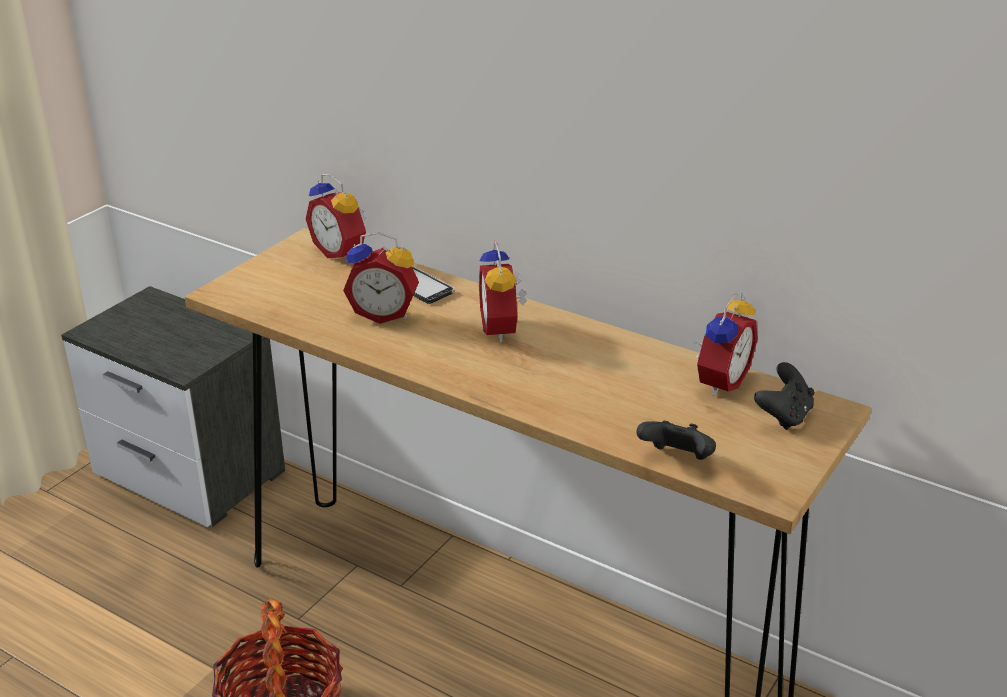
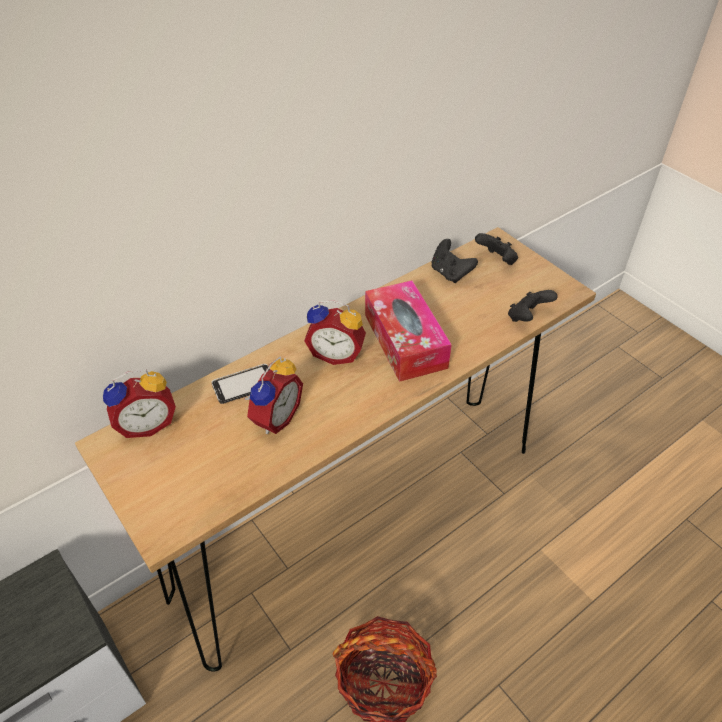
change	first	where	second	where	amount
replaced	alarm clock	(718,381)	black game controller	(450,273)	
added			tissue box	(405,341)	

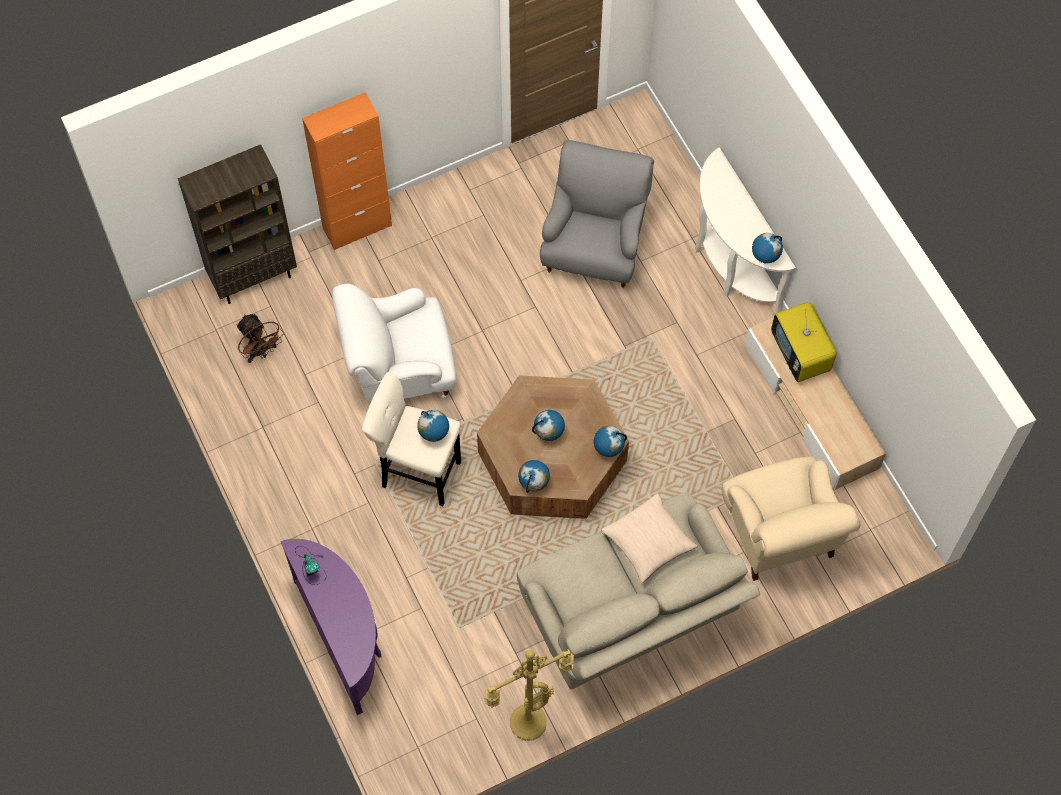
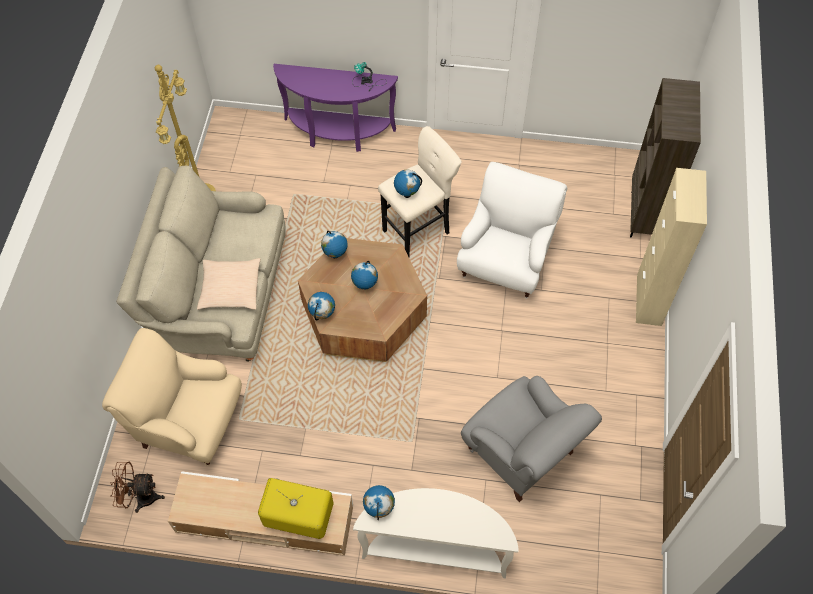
change	first	where	second	where	amount
moved	brown fan	(261,352)		(141,497)	
recoloured	orange cabinet	(357,227)	beige cabinet	(649,300)	

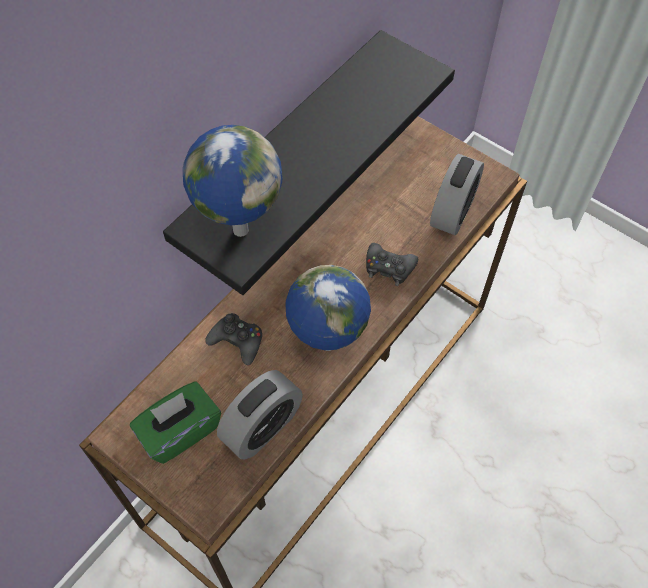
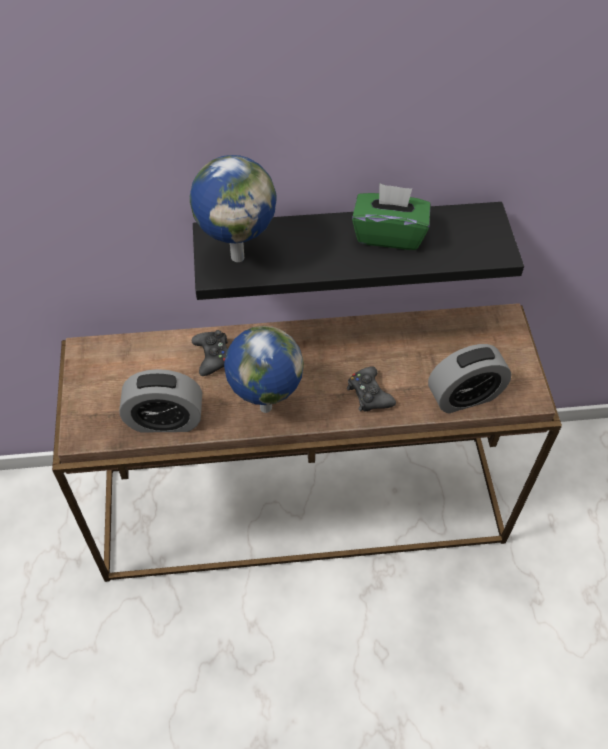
change	first	where	second	where	amount
moved	green tissue box	(180,431)		(389,234)	

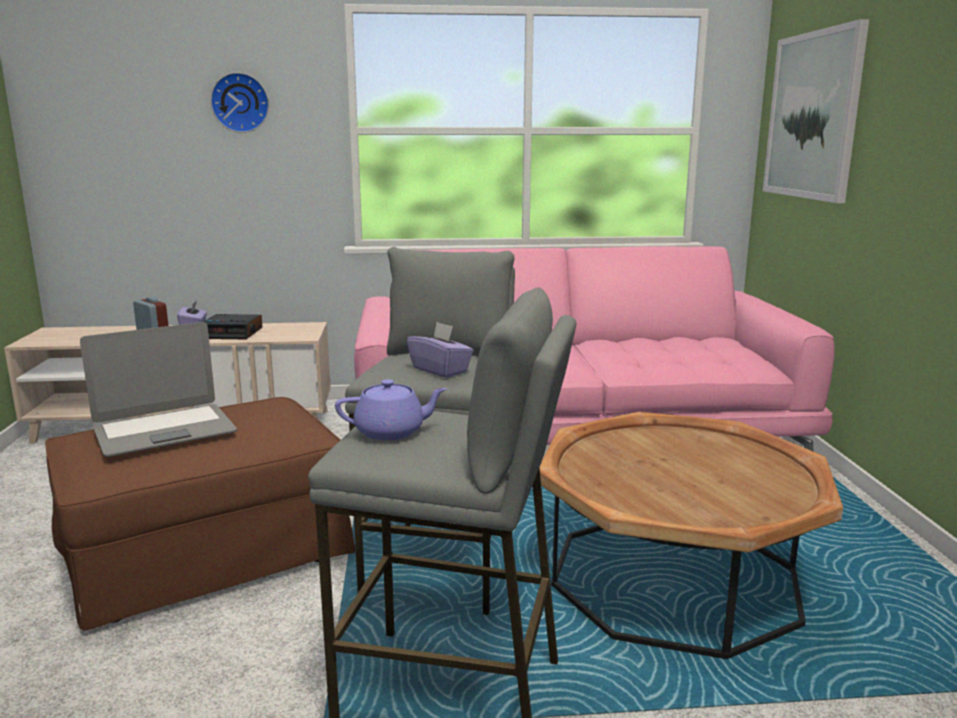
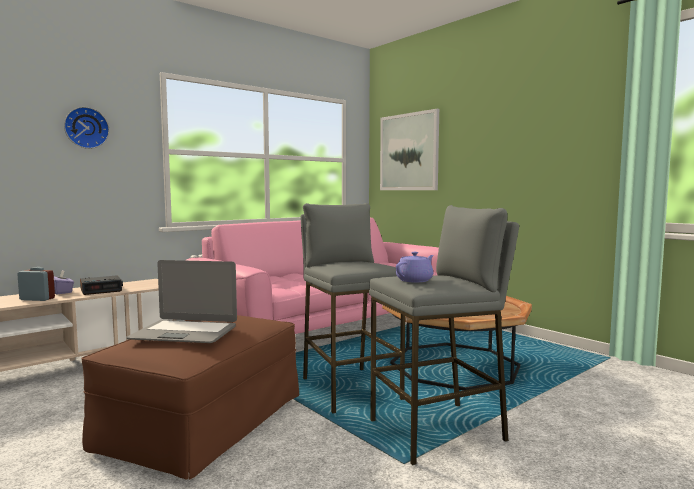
change	first	where	second	where	amount
turned	laptop	(164,431)		(185,333)	75 degrees clockwise
removed	purple tissue box	(440,370)			

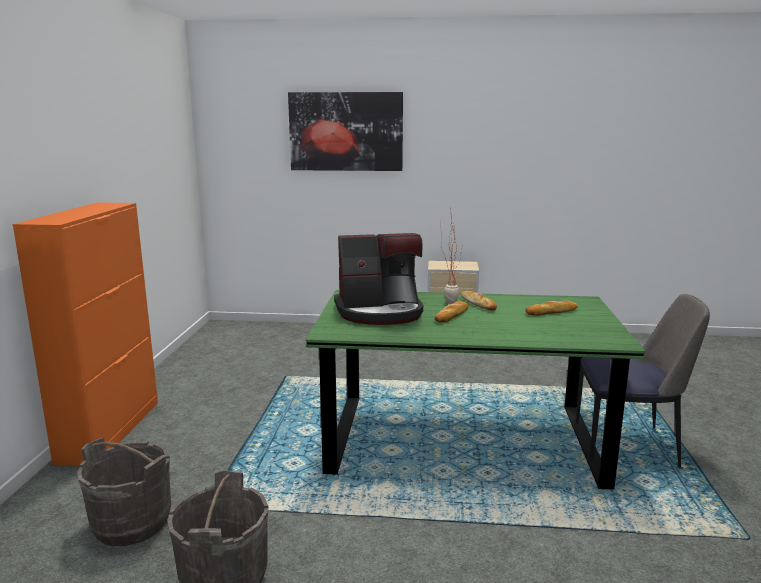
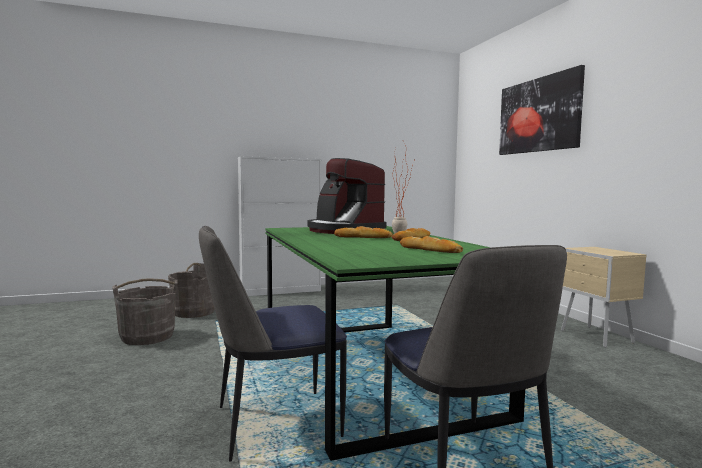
change	first	where	second	where	amount
recoloured	orange cabinet	(111,430)	white cabinet	(281,291)	
added			chair	(273,423)	

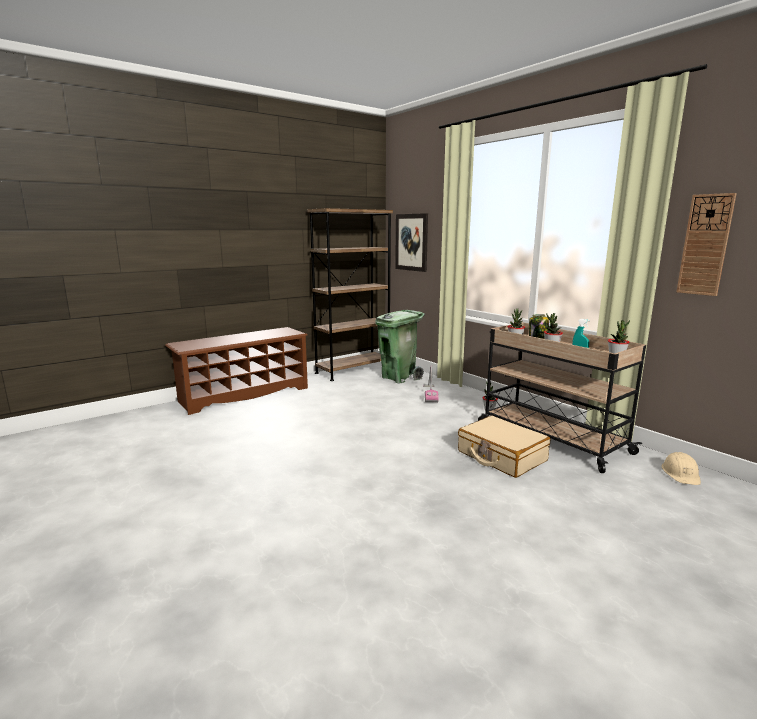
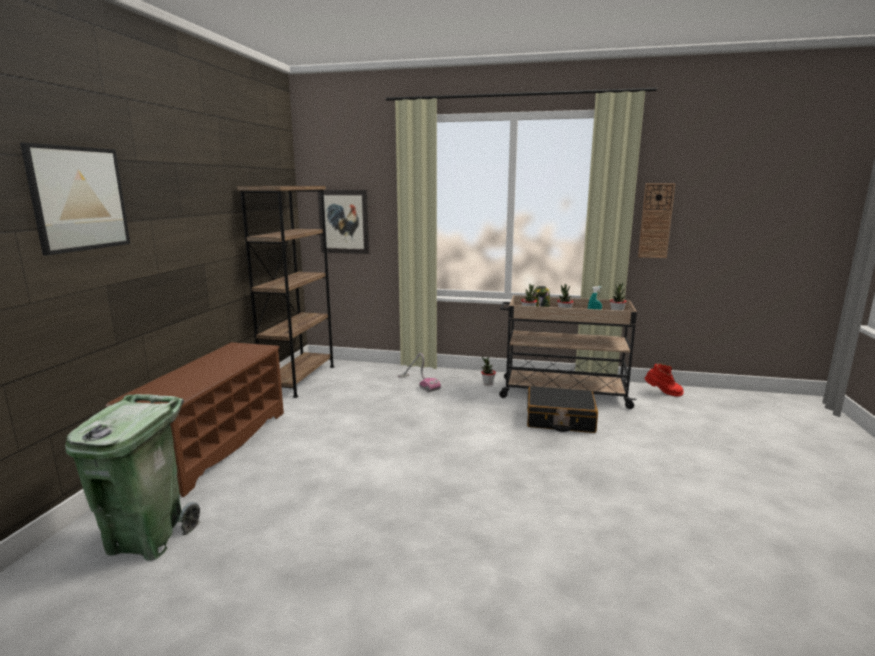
change	first	where	second	where	amount
moved	green trash can	(399,377)		(148,539)	
recoloured	beige suitcase	(501,456)	black suitcase	(560,420)	
replaced	beige hard hat	(681,474)	red boot	(663,393)	
added			picture	(79,199)	

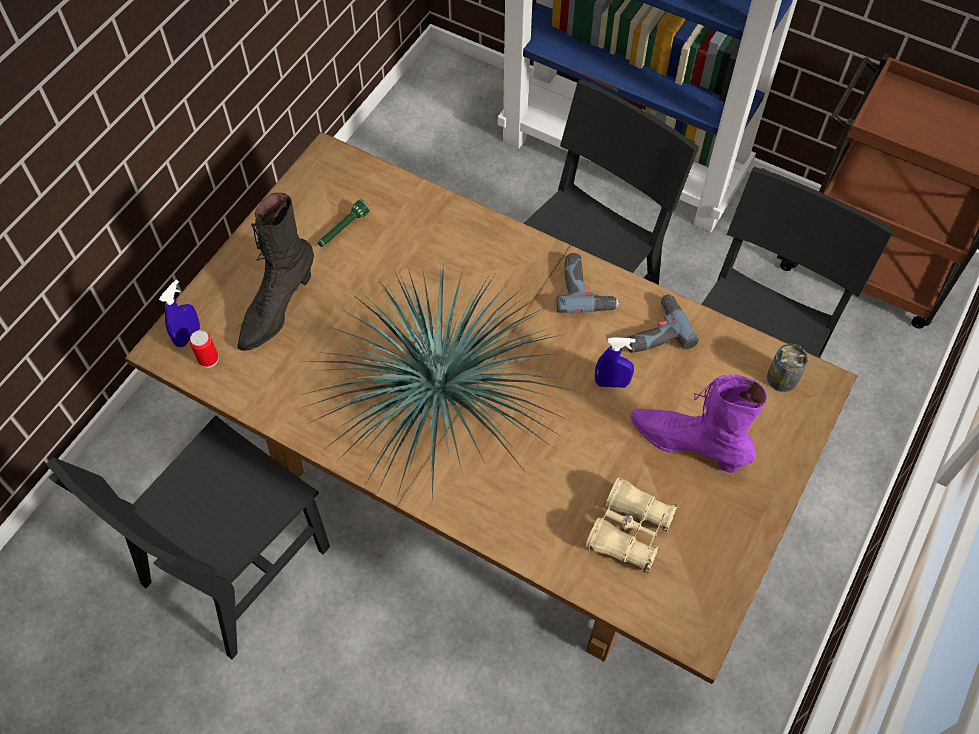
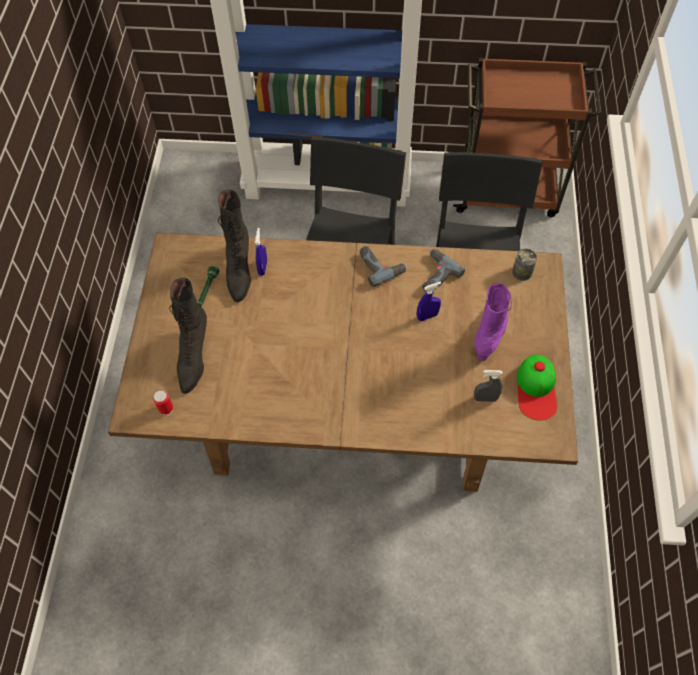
change	first	where	second	where	amount
removed	black chair	(236,565)			
moved	blue spray bottle	(188,336)		(262,268)	
removed	potted plant	(441,394)			
replaced	beige binoculars	(629,531)	grey spray bottle	(485,398)	
turned	purple boot	(688,444)		(490,333)	105 degrees clockwise
added			black boot	(239,271)	
added			cap	(536,389)	

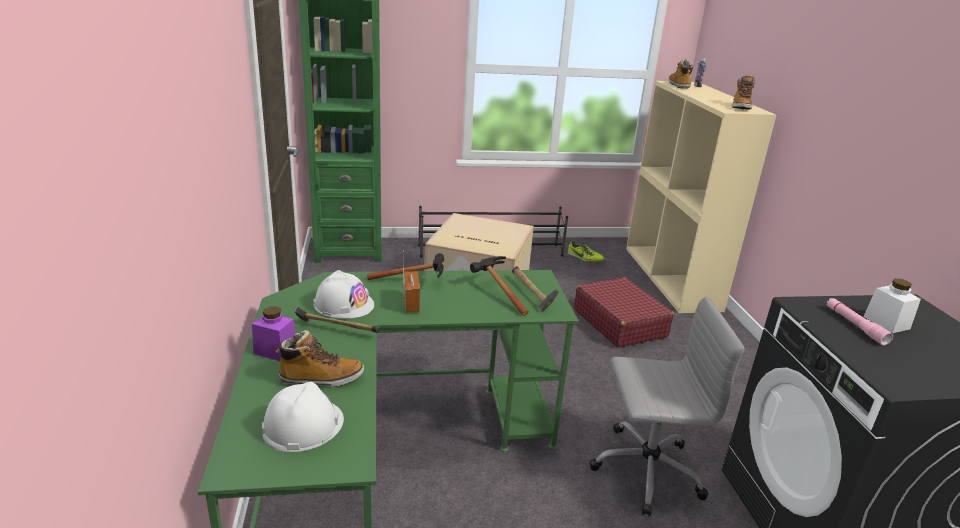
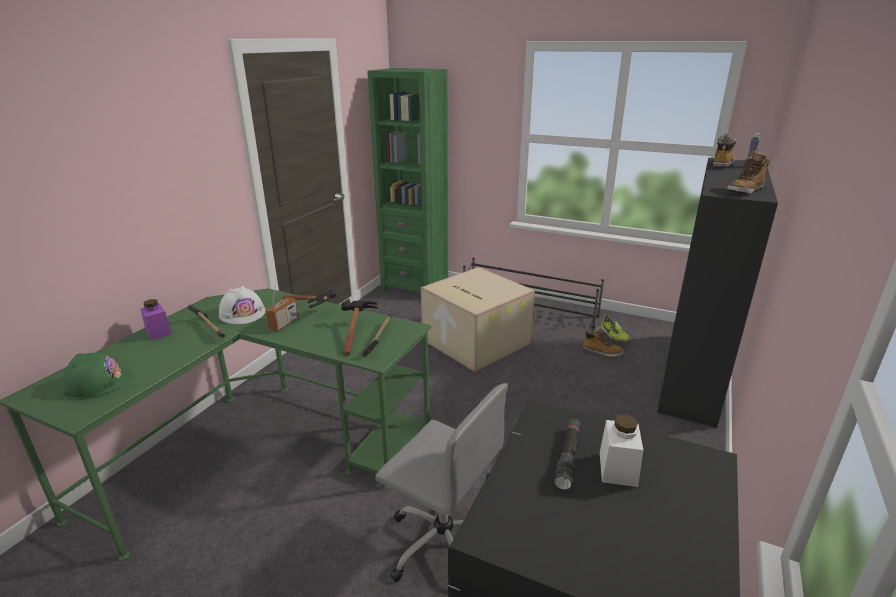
change	first	where	second	where	amount
recoloured	white hard hat	(303,424)	green hard hat	(97,383)	
moved	boot	(321,379)		(601,352)	
removed	red suitcase	(619,323)			
recoloured	beige bookcase	(672,278)	black bookcase	(692,376)	
recoloured	pink flashlight	(855,325)	black flashlight	(567,457)	

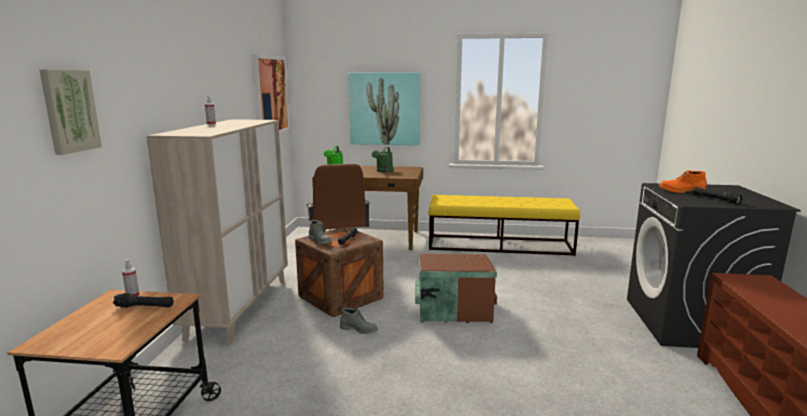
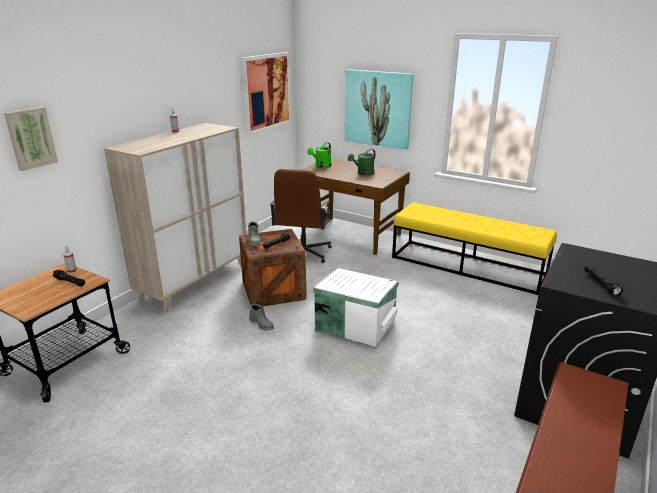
change	first	where	second	where	amount
recoloured	brown storage box	(453,308)	white storage box	(355,324)	
removed	orange boot	(681,191)			

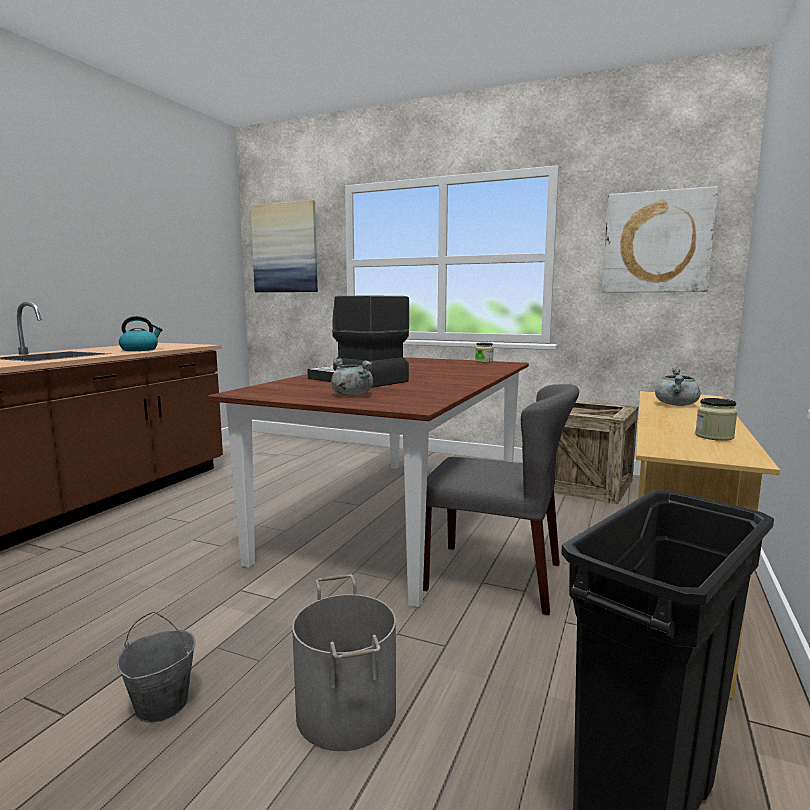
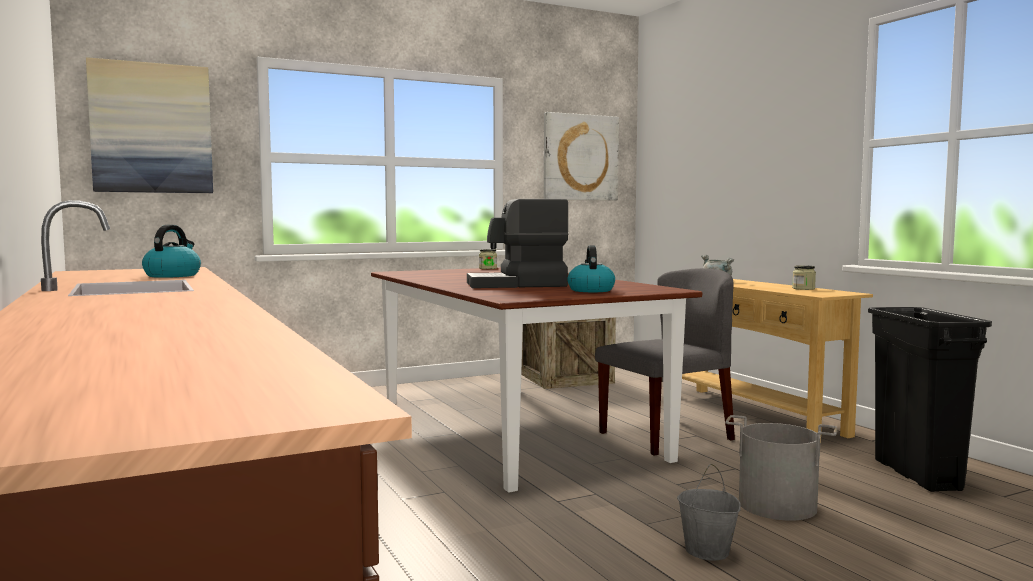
change	first	where	second	where	amount
replaced	grey cooking pot	(351,394)	kettle	(590,290)	

